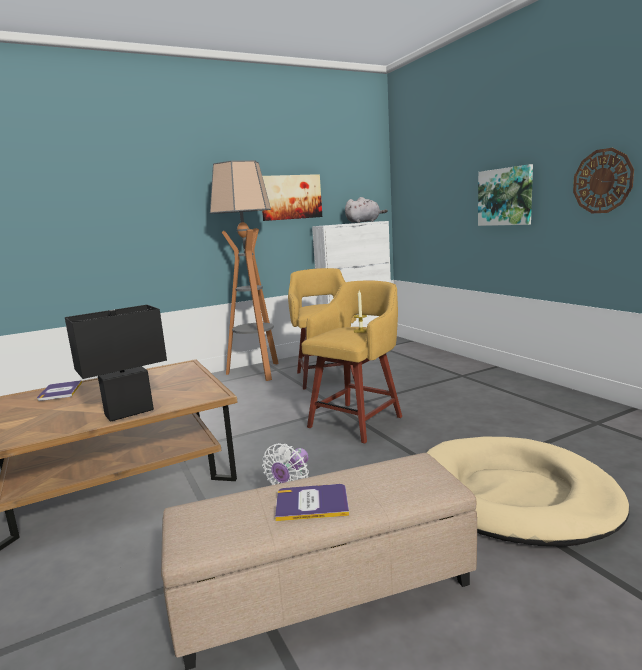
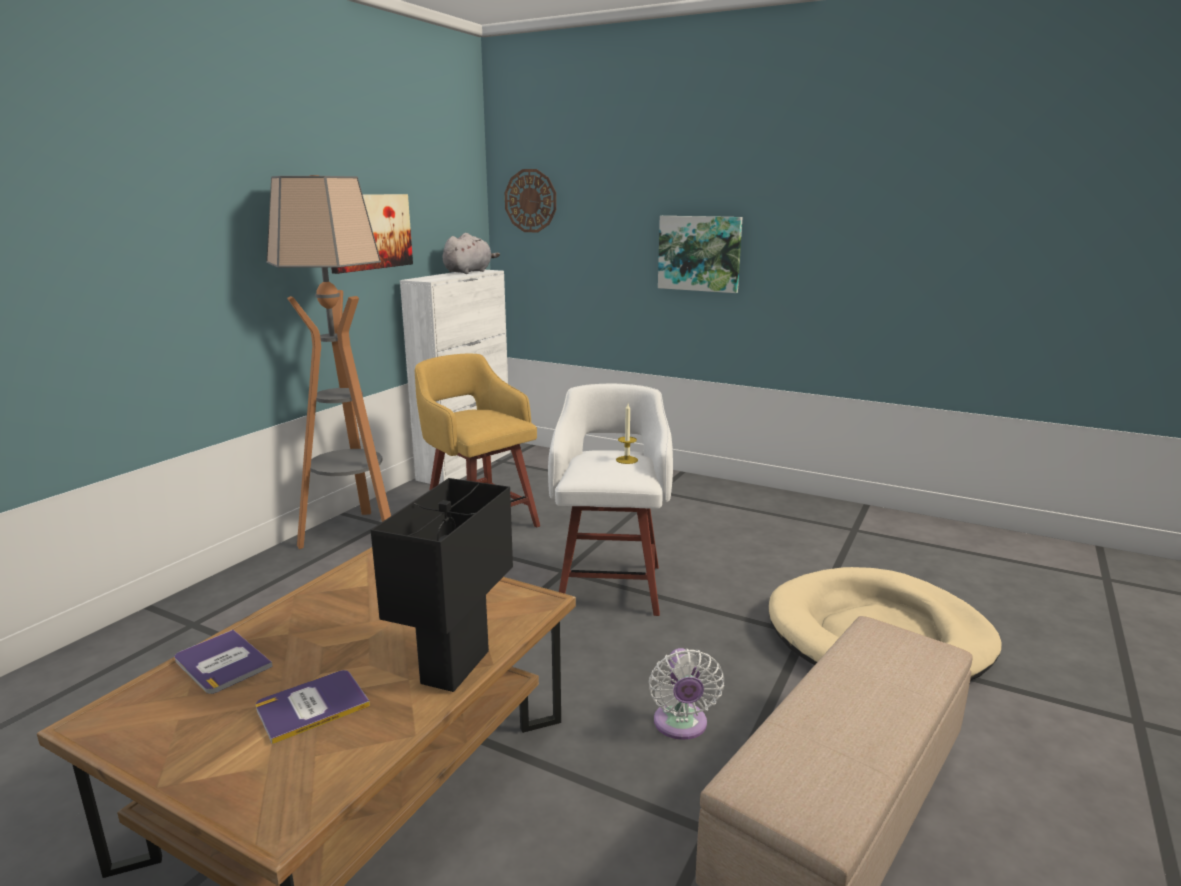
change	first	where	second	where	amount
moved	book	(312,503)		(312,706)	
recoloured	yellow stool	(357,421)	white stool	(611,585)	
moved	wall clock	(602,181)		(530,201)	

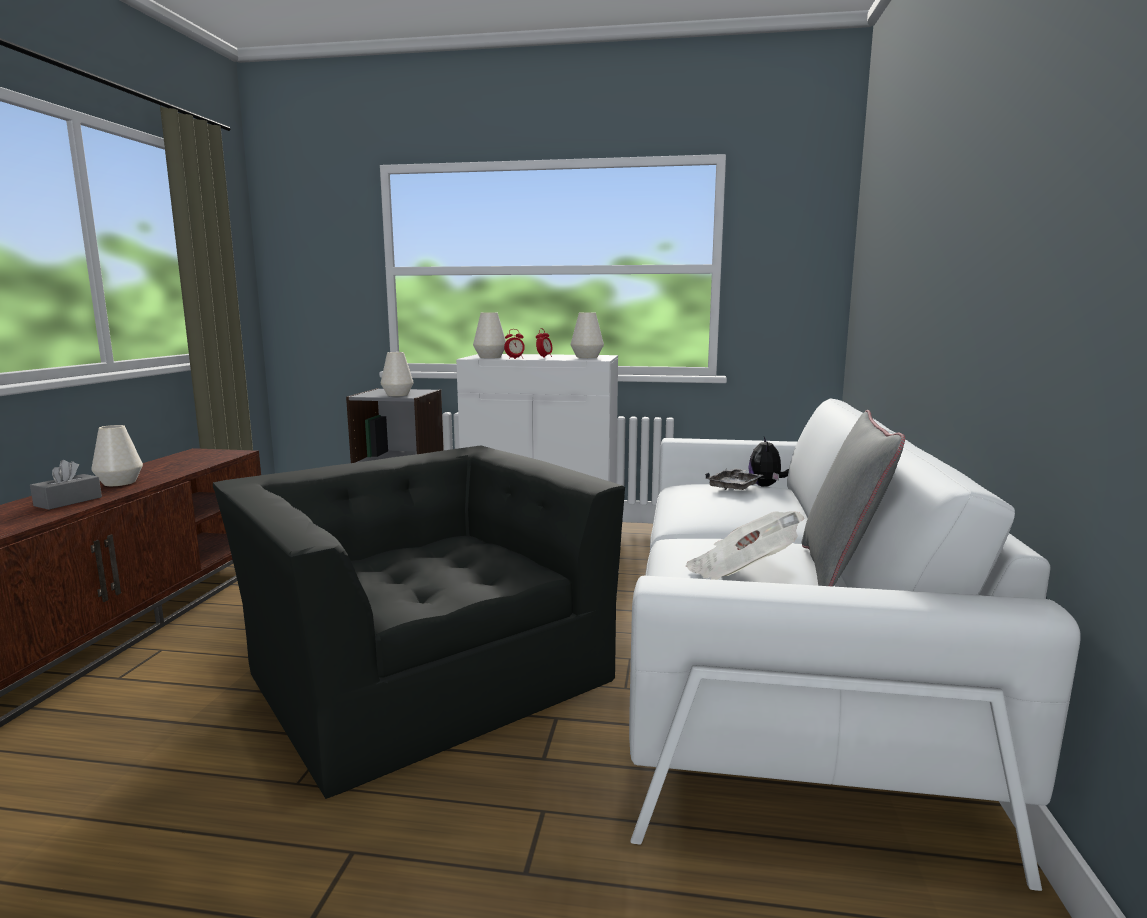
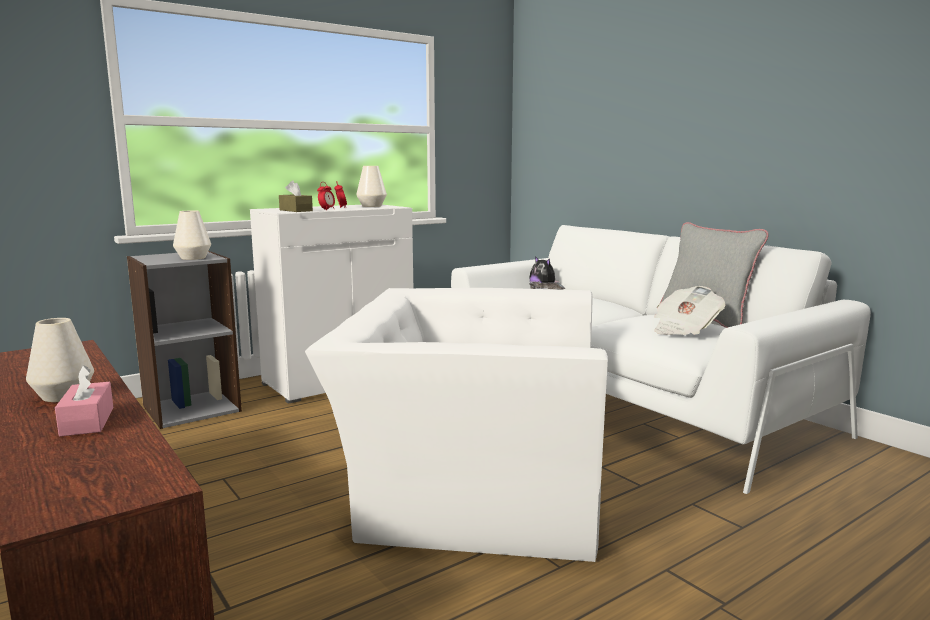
change	first	where	second	where	amount
recoloured	grey tissue box	(68,501)	pink tissue box	(87,421)	
recoloured	black armchair	(424,670)	white armchair	(472,481)	
replaced	white vase	(490,357)	brown tissue box	(296,210)	

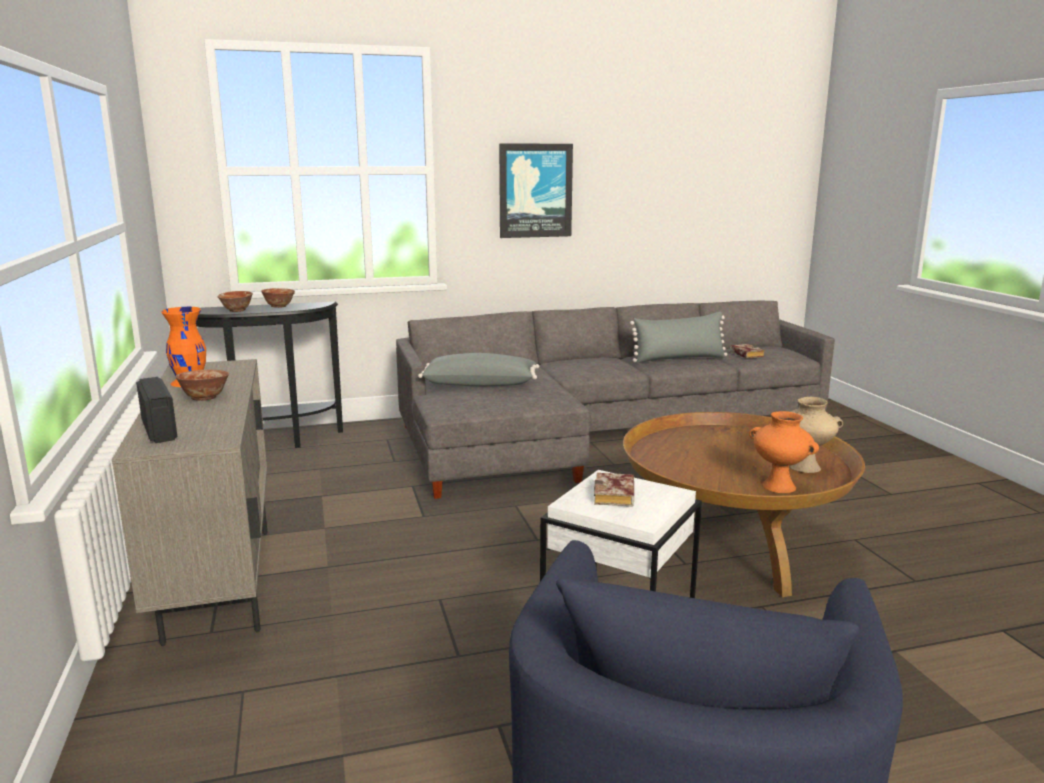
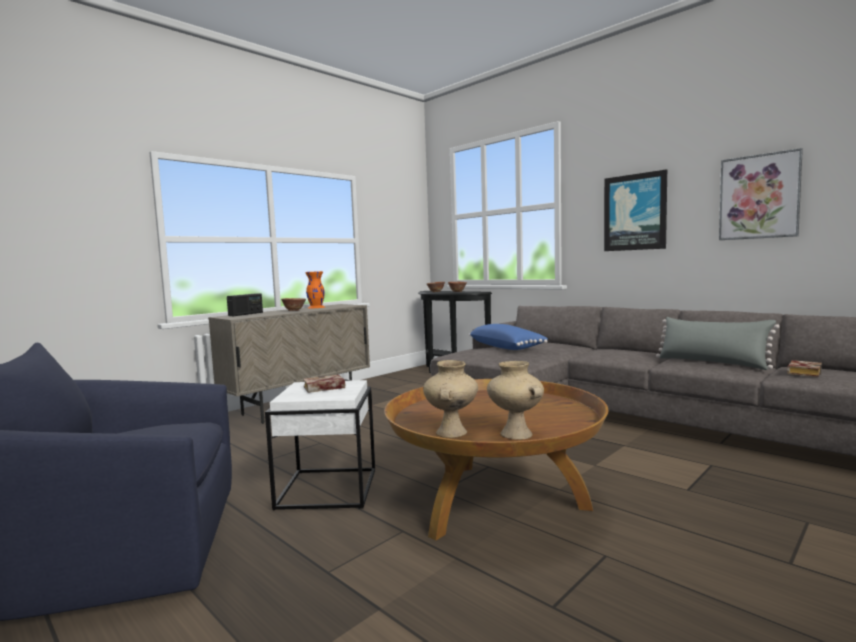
change	first	where	second	where	amount
recoloured	grey pillow	(480,384)	blue pillow	(507,348)	
recoloured	orange vase	(779,486)	beige vase	(452,433)	
added			picture	(759,197)	

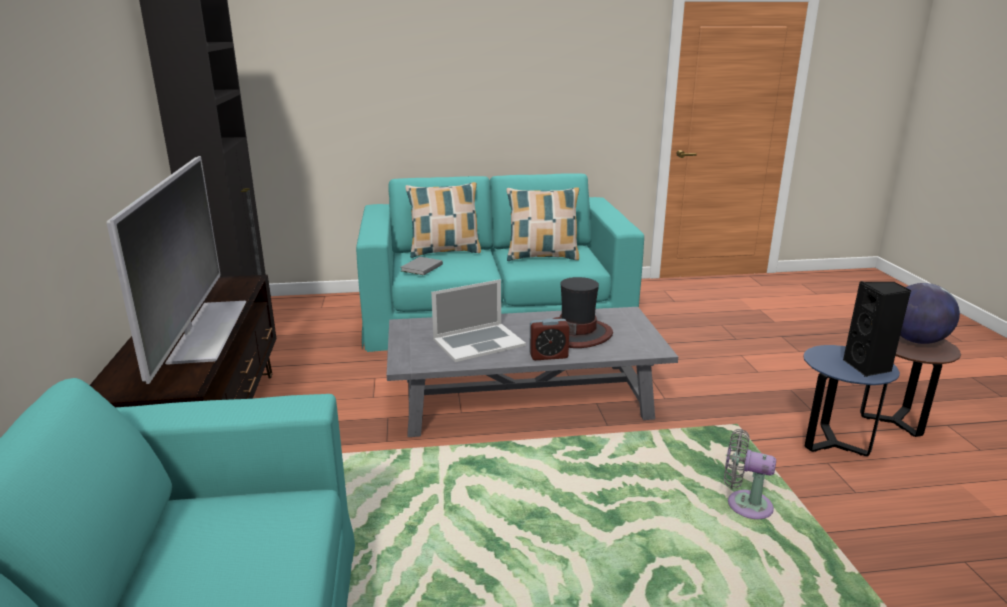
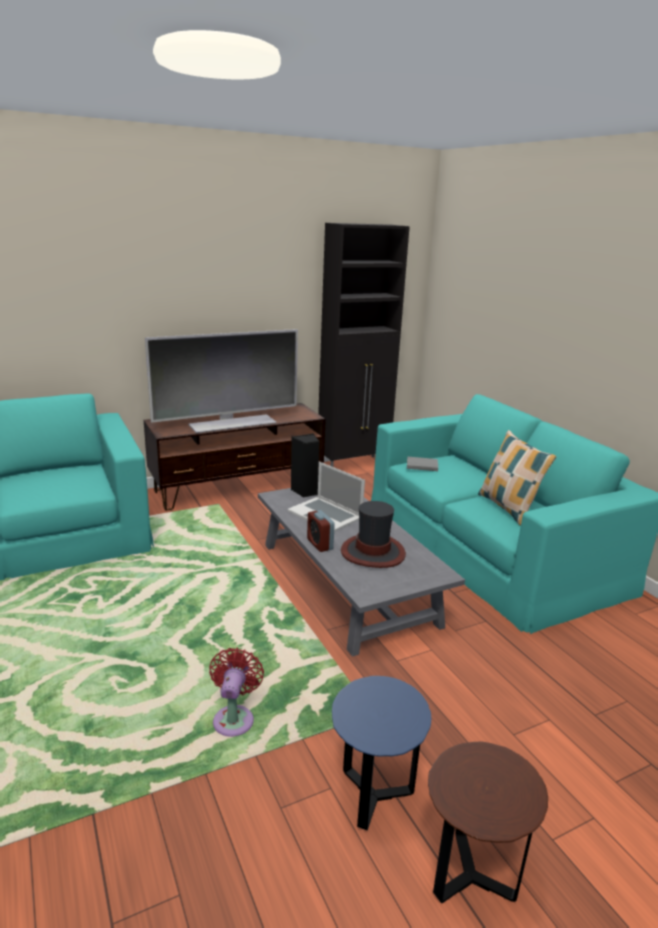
change	first	where	second	where	amount
removed	pillow	(444,252)			
recoloured	grey fan	(744,504)	red fan	(234,718)	
moved	black speaker	(868,367)		(305,492)	
removed	globe	(916,340)			

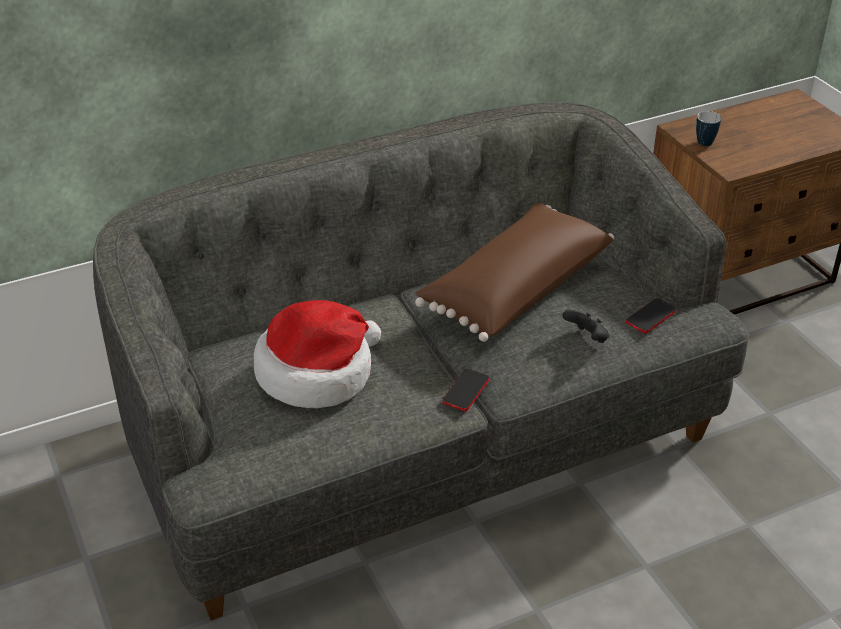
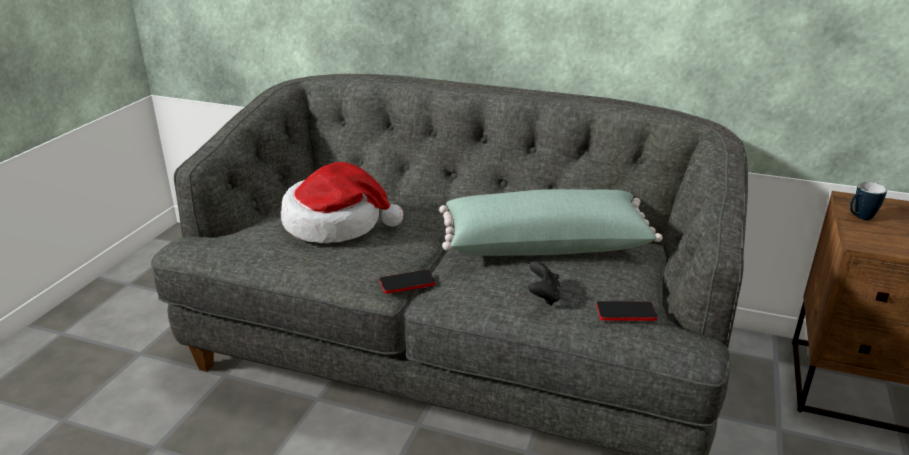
change	first	where	second	where	amount
recoloured	brown pillow	(514,289)	green pillow	(544,244)	

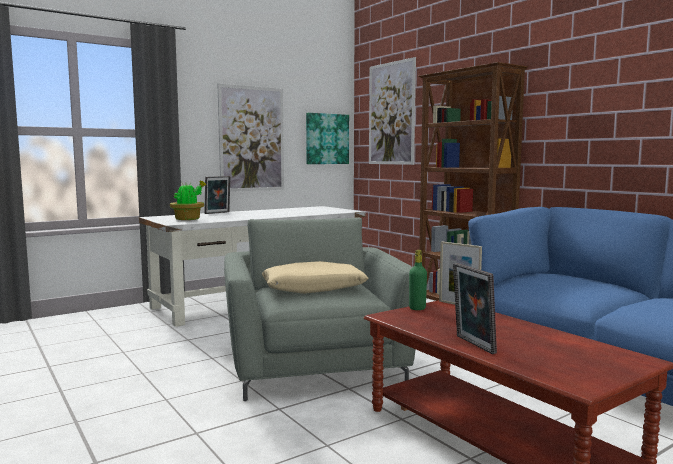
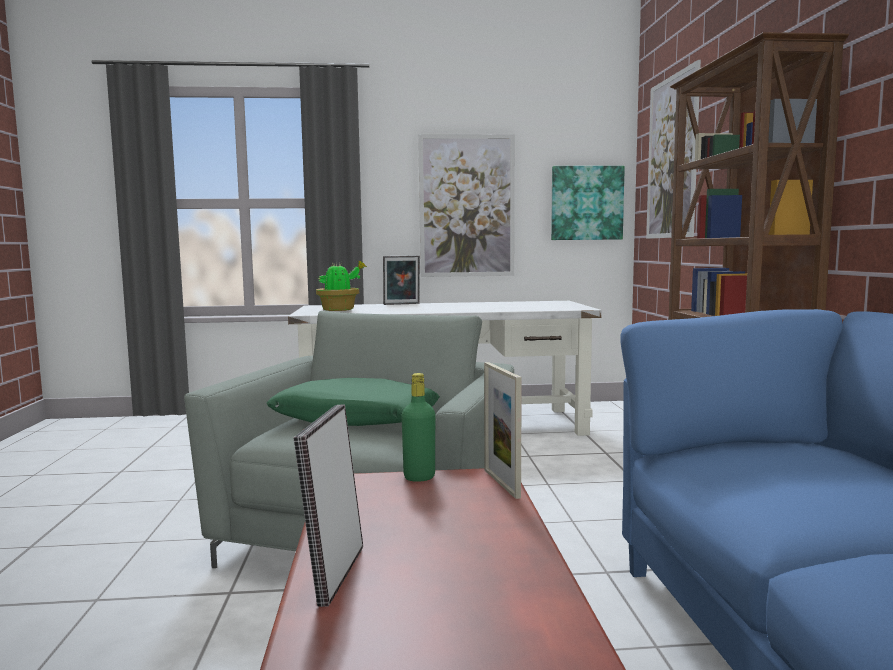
change	first	where	second	where	amount
recoloured	beige pillow	(313,288)	green pillow	(355,419)	

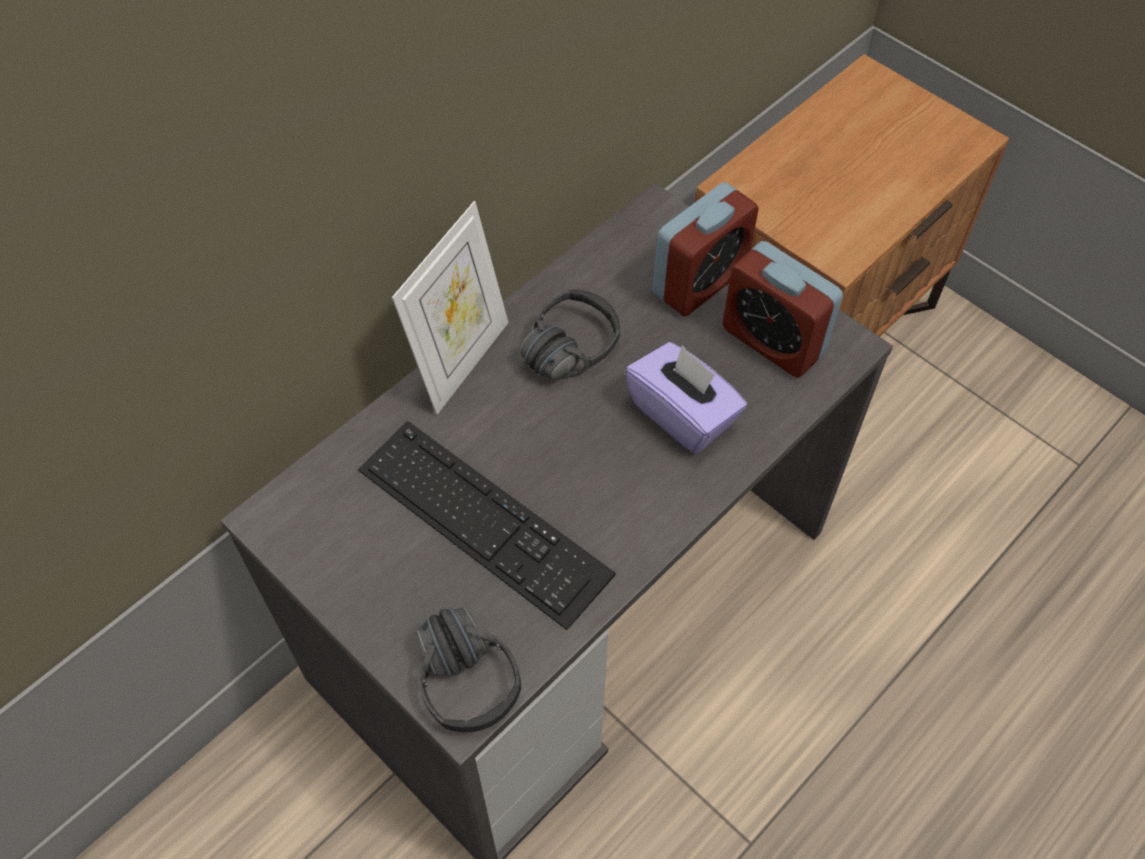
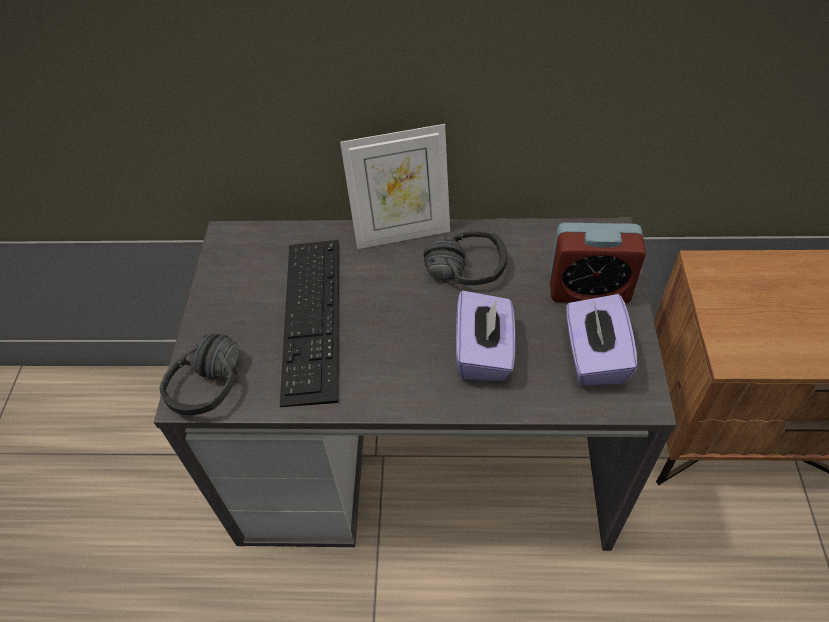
change	first	where	second	where	amount
replaced	alarm clock	(773,341)	purple tissue box	(593,357)	

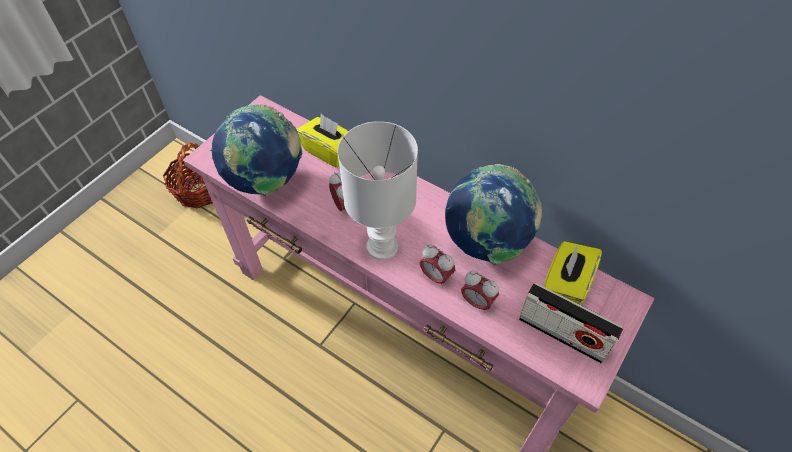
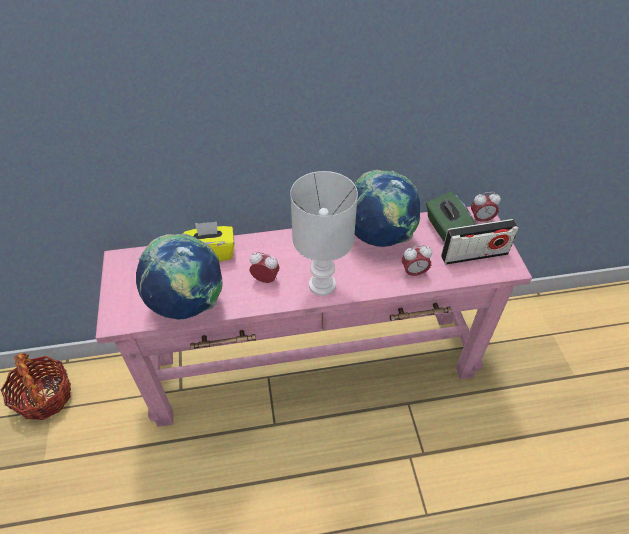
change	first	where	second	where	amount
moved	alarm clock	(436,276)		(481,219)	
recoloured	yellow tissue box	(566,284)	green tissue box	(445,228)	

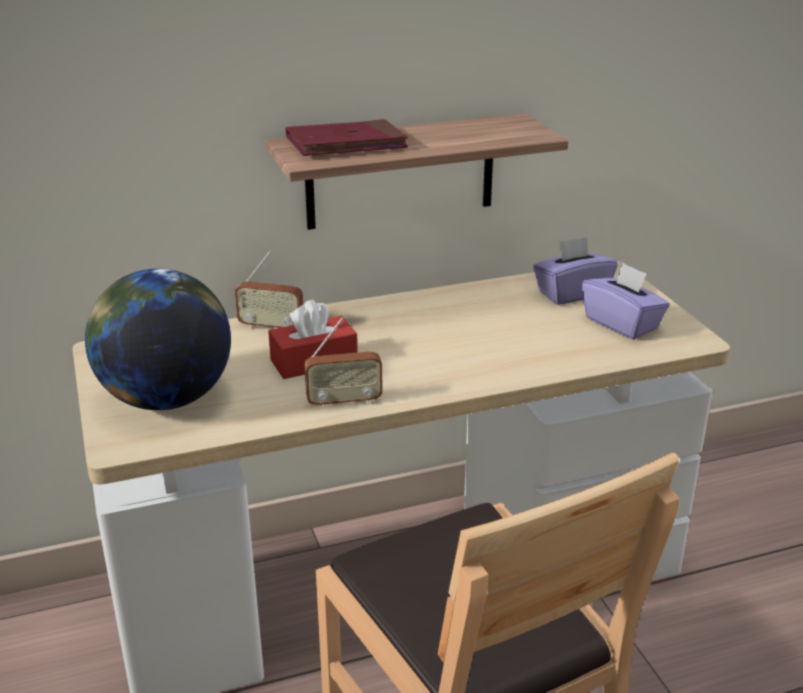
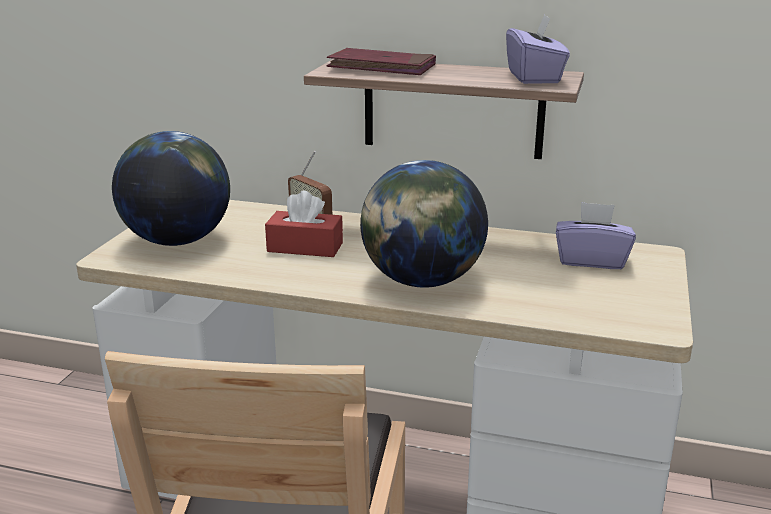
change	first	where	second	where	amount
removed	radio	(344,402)			
moved	purple tissue box	(622,324)		(534,77)	
added			globe	(422,281)	

